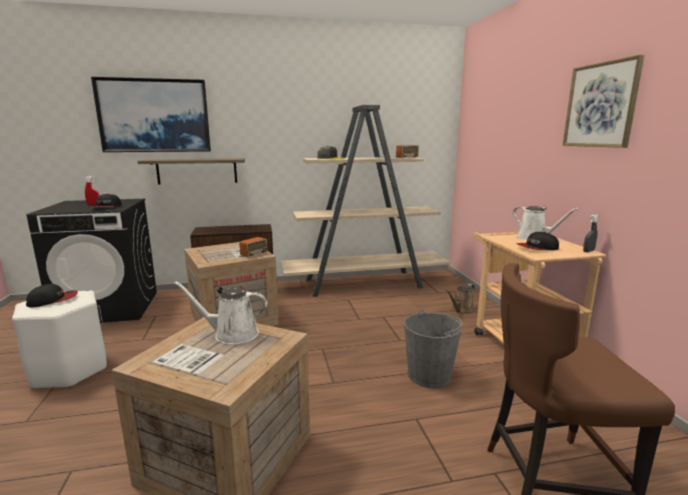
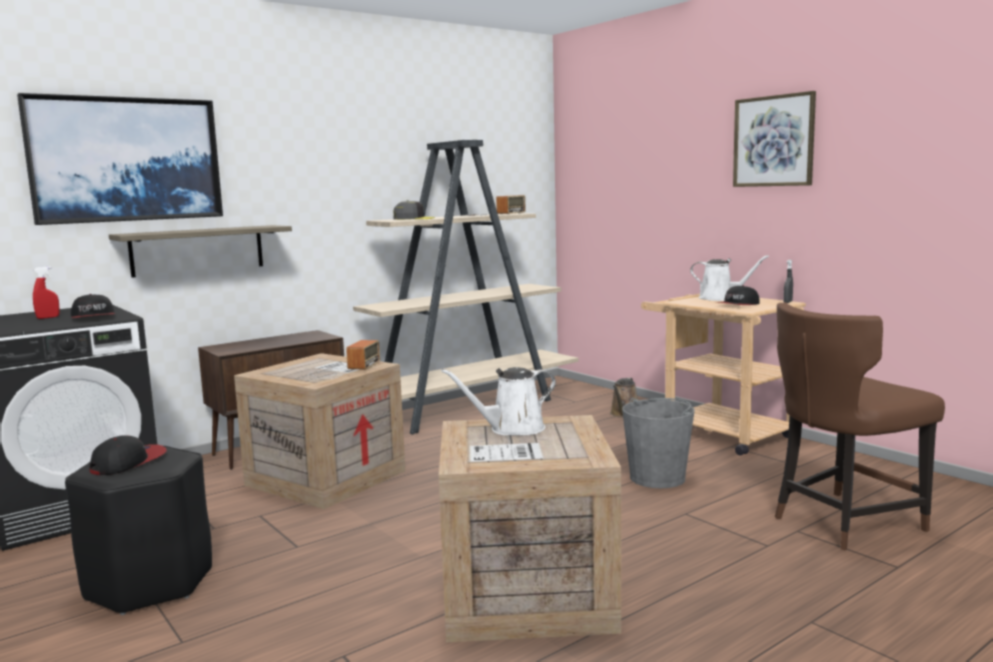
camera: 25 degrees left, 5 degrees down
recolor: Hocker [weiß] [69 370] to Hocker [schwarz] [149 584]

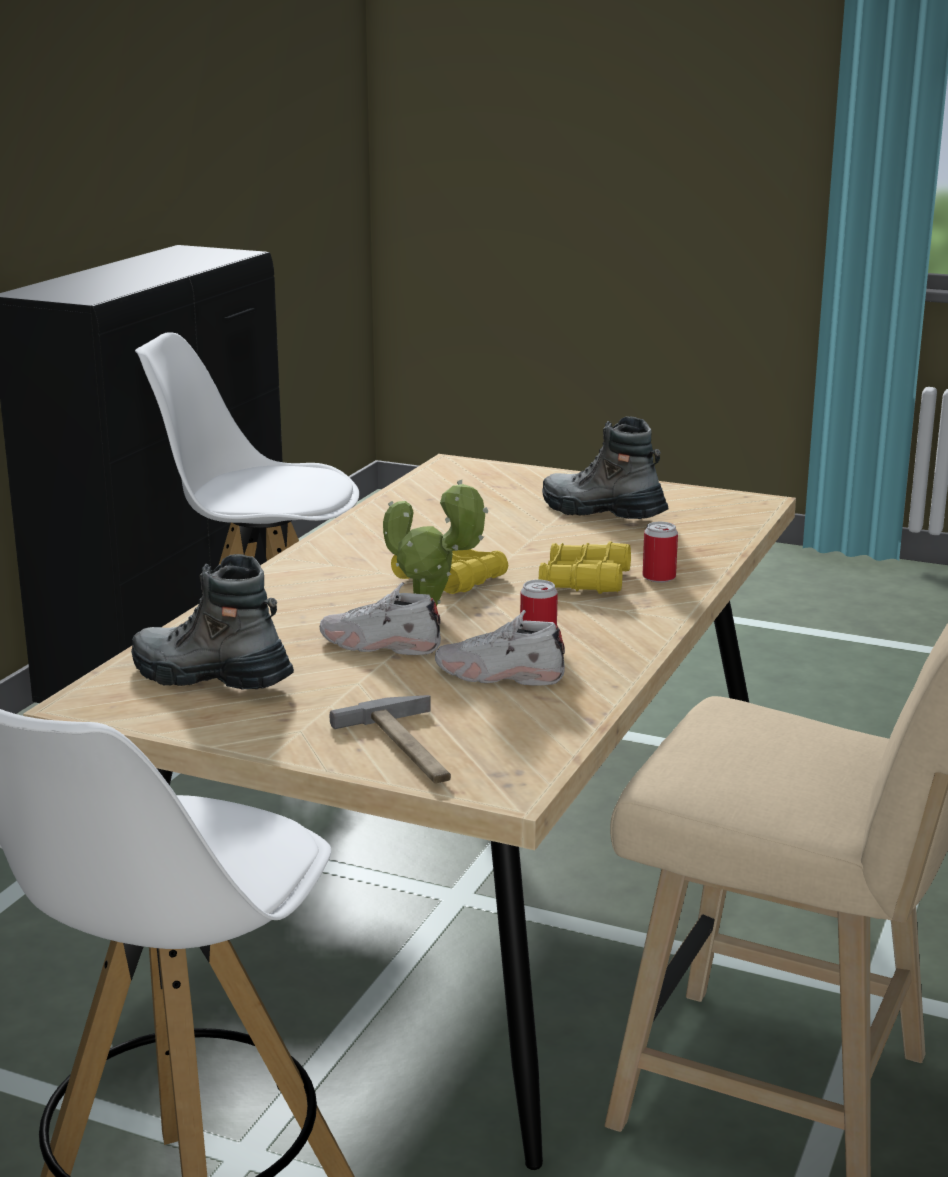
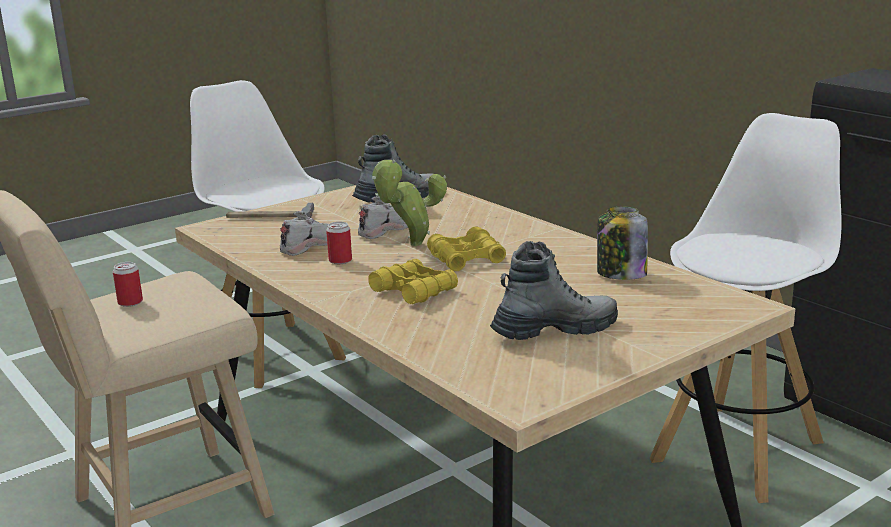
camera: 120 degrees right, 0 degrees up
insert: Vorratsglas [620 274]
move: Dose [659 577] to [130 302]

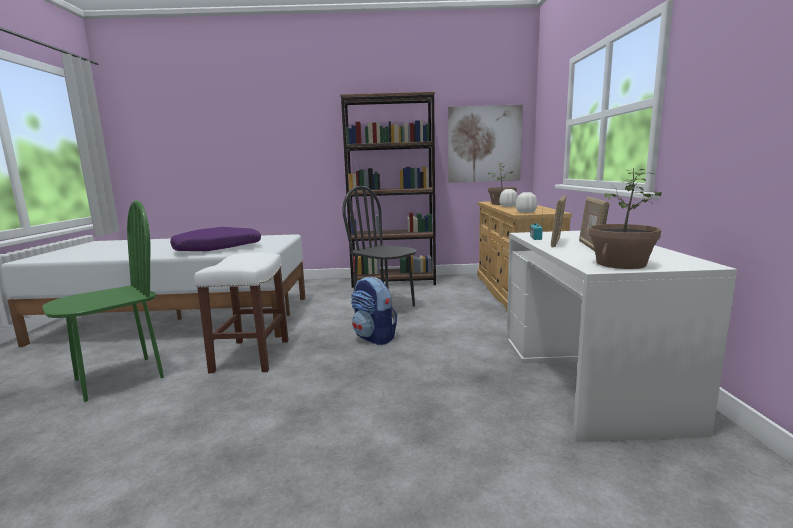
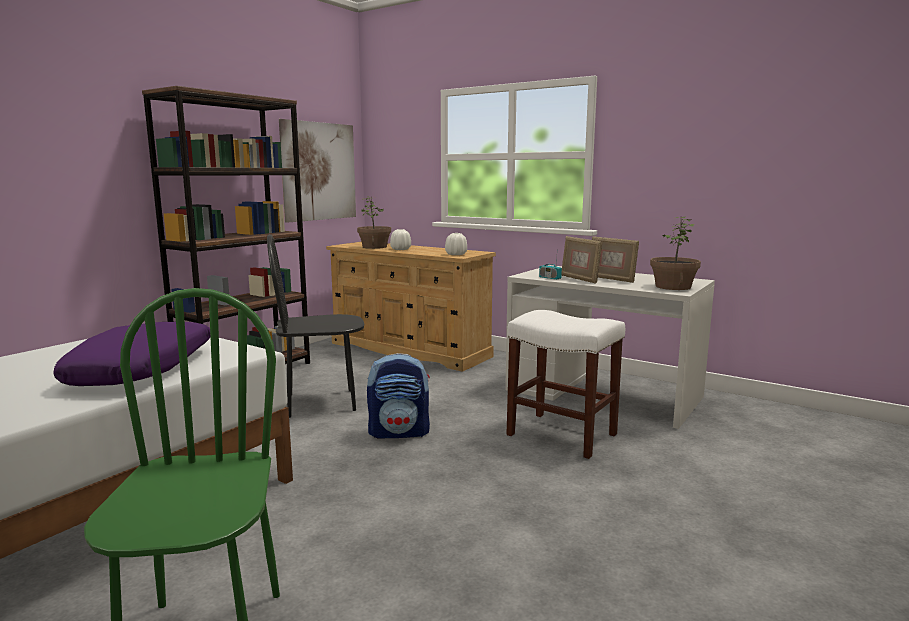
camera: 55 degrees left, 0 degrees up
move: Hocker [weiß] [251 355] to [560 434]

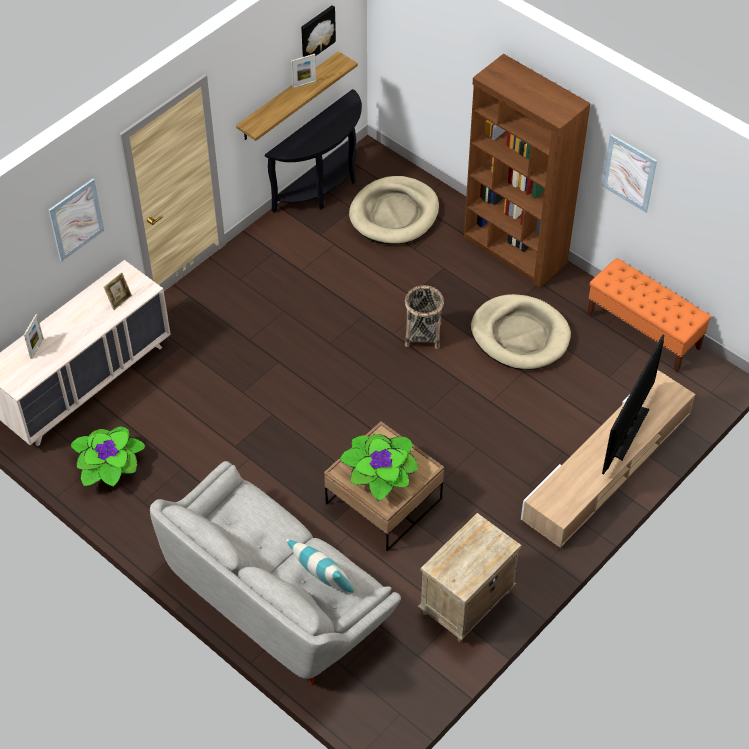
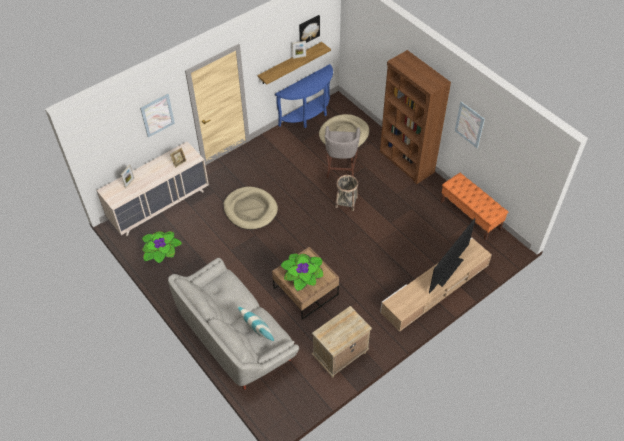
camera: 10 degrees right, 0 degrees up
insert: Hocker [grau] [341 168]
move: Hundebett [beige] [520 335] to [250 210]
recolor: Konsolentisch [schwarz] [324 187] to Konsolentisch [blau] [309 116]

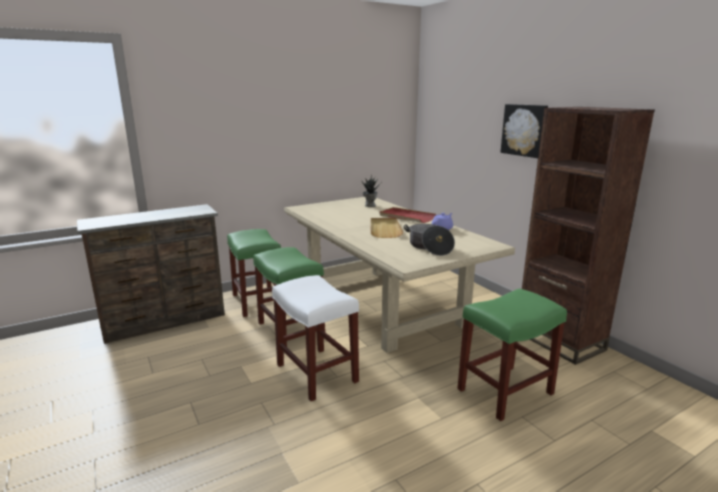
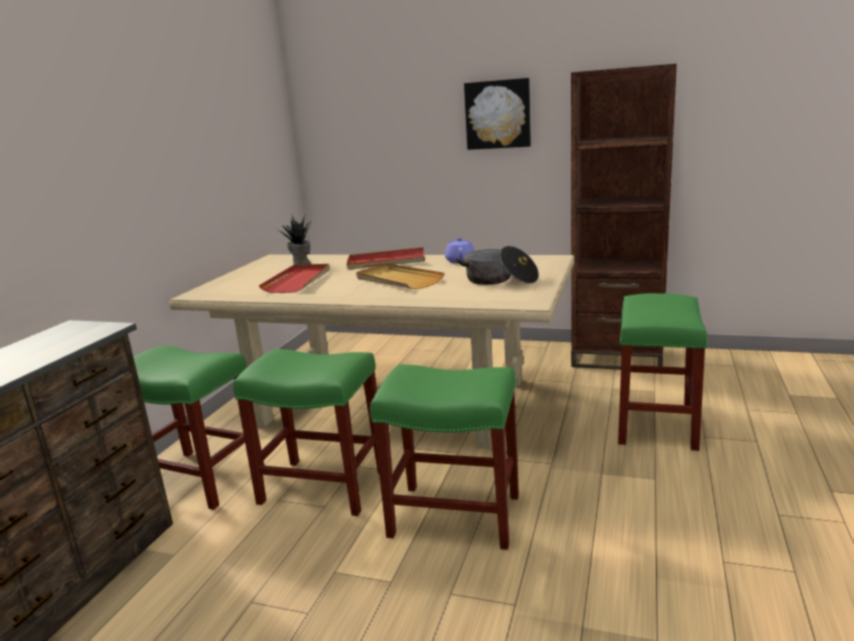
camera: 40 degrees left, 0 degrees up
insert: Tablett [rot] [298 281]
recolor: Hocker [weiß] [316 372] to Hocker [grün] [452 516]

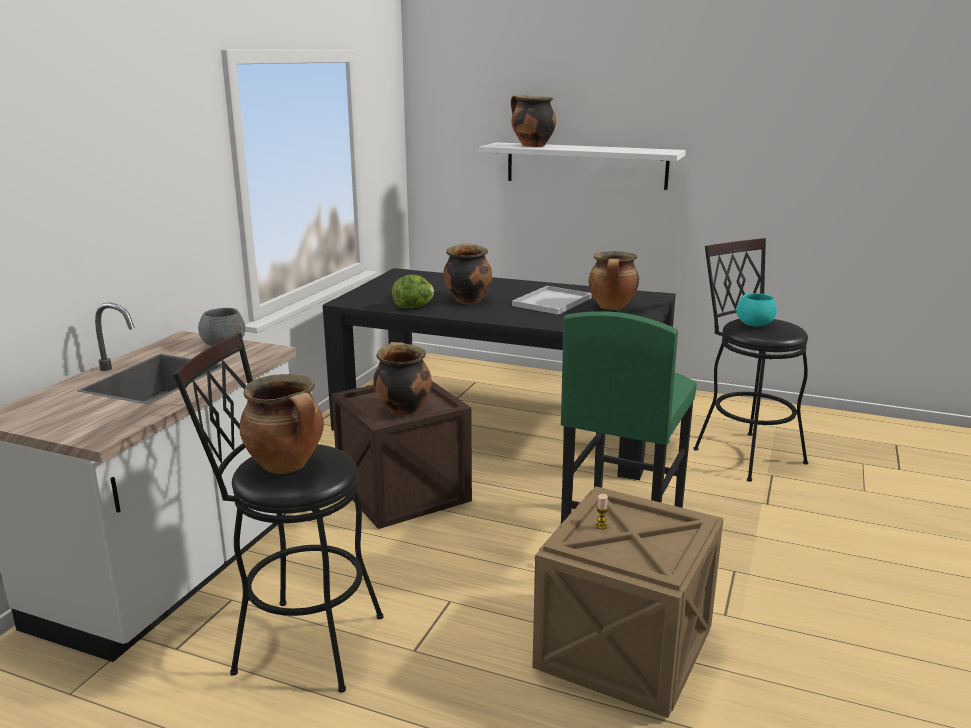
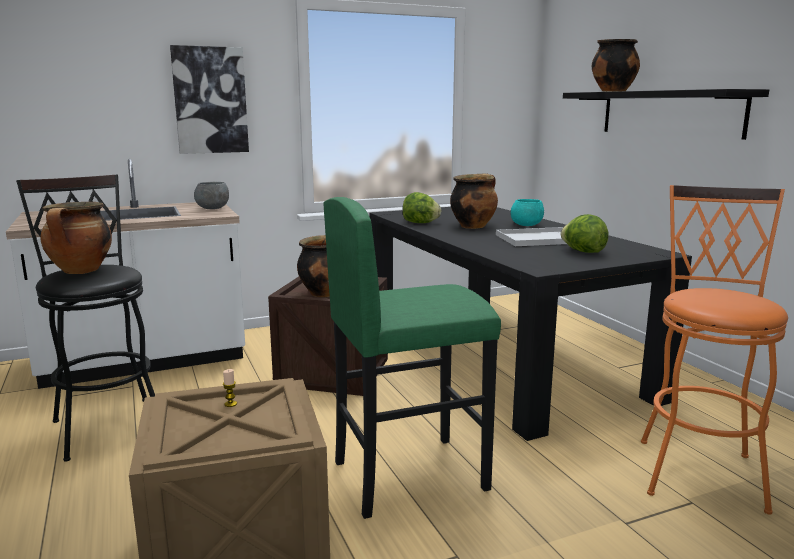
camera: 45 degrees right, 5 degrees down
insert: Bild [210 100]
move: Schüssel [türkis] [755 324] to [526 225]
replace: Kochtopf [612 307] to Salatkopf [583 252]
recolor: Wandregal [weiß] [586 165] to Wandregal [schwarz] [669 113]; Hocker [schwarz] [743 452] to Hocker [orange] [698 467]

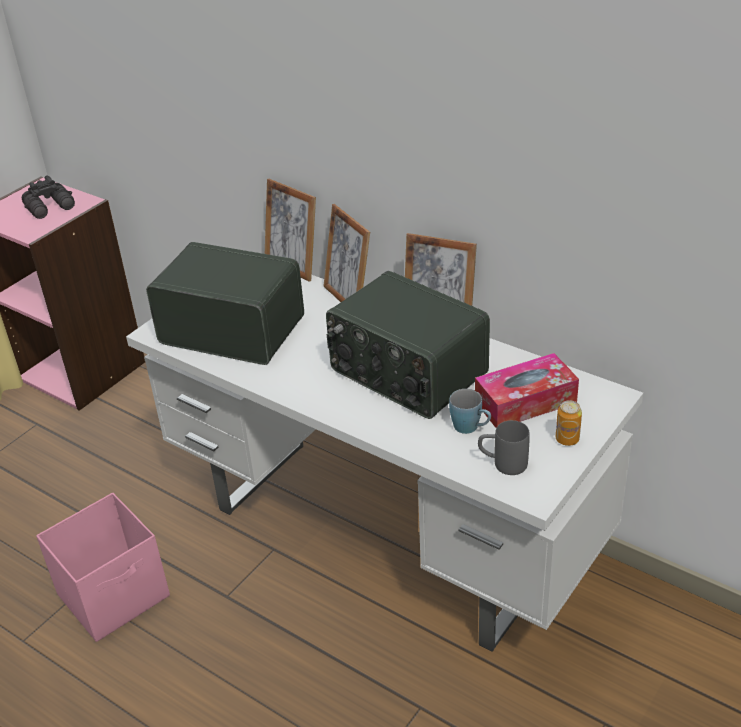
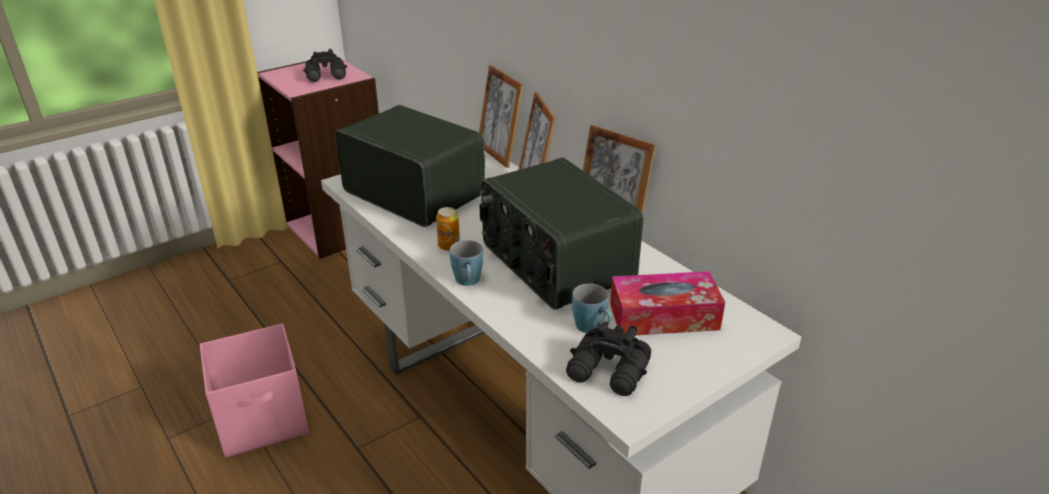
camera: 15 degrees right, 5 degrees down
insert: Henkelbecher [blau] [468 282]
move: Dose [567 439] to [449 246]
replace: Henkelbecher [grau] [502 463] to Fernglas [schwarz] [609 372]

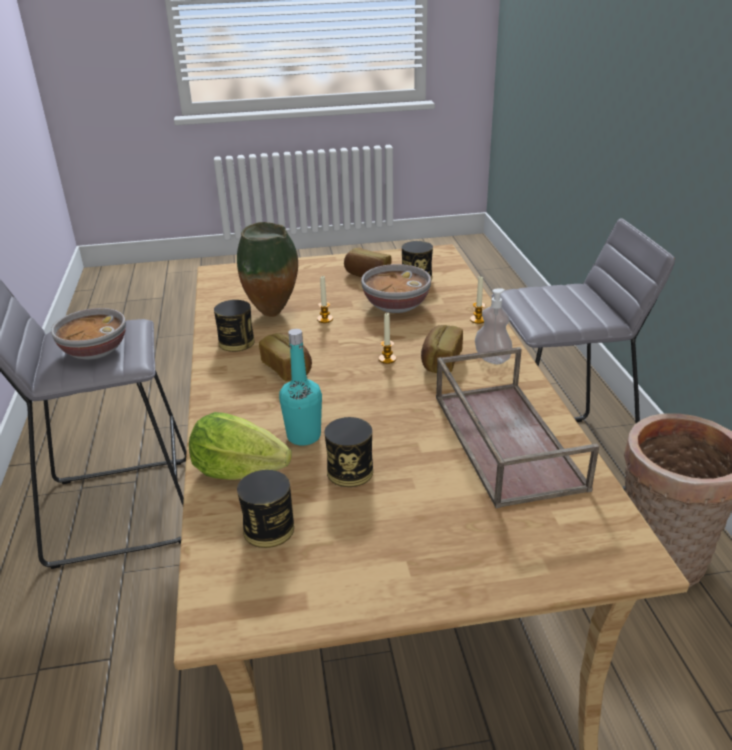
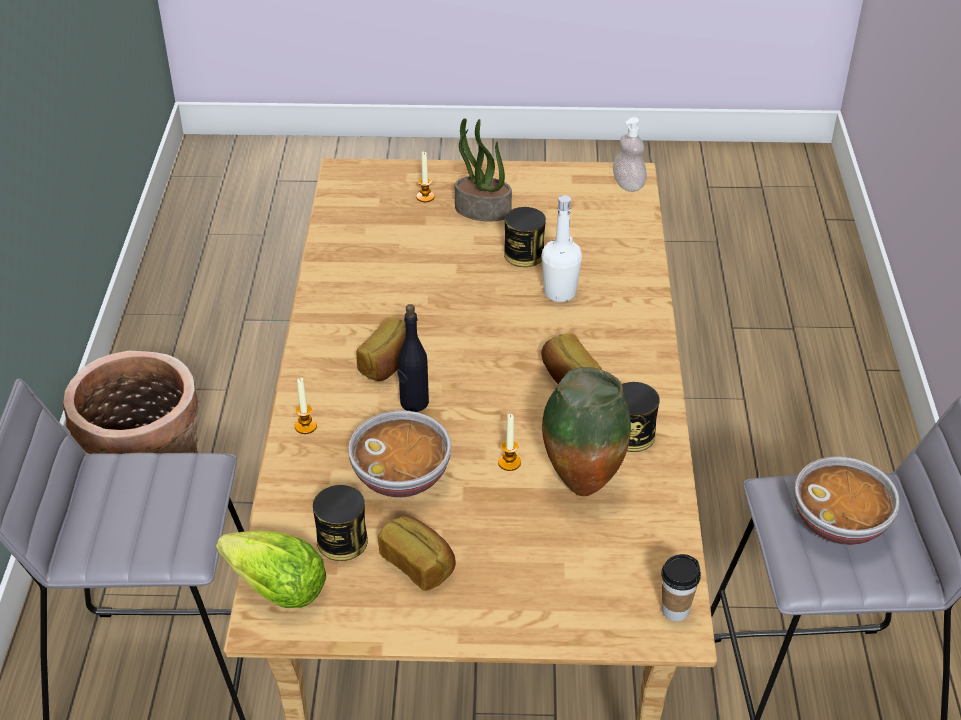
camera: 170 degrees left, 10 degrees up
delete: Dose [269 529]; Tablett [braun] [504 440]
insert: Flasche [schwarz] [414 402]; Topfpflanze [482 211]; Tasse [675 610]
move: Salatkopf [238 471] to [277 589]; Kerze [387 359] to [425 197]; Seifenspender [492 358] to [628 184]
recolor: Flasche [türkis] [304 436] to Flasche [weiß] [559 292]

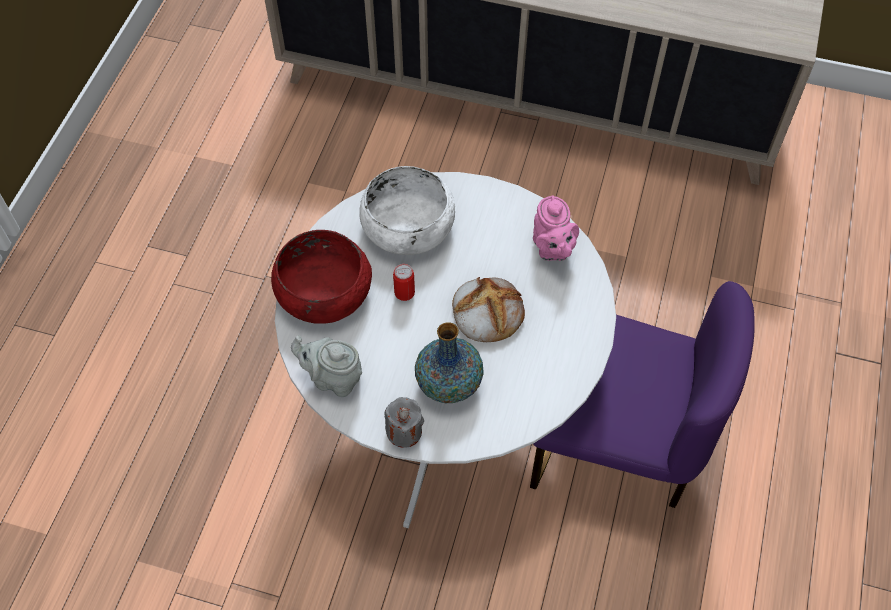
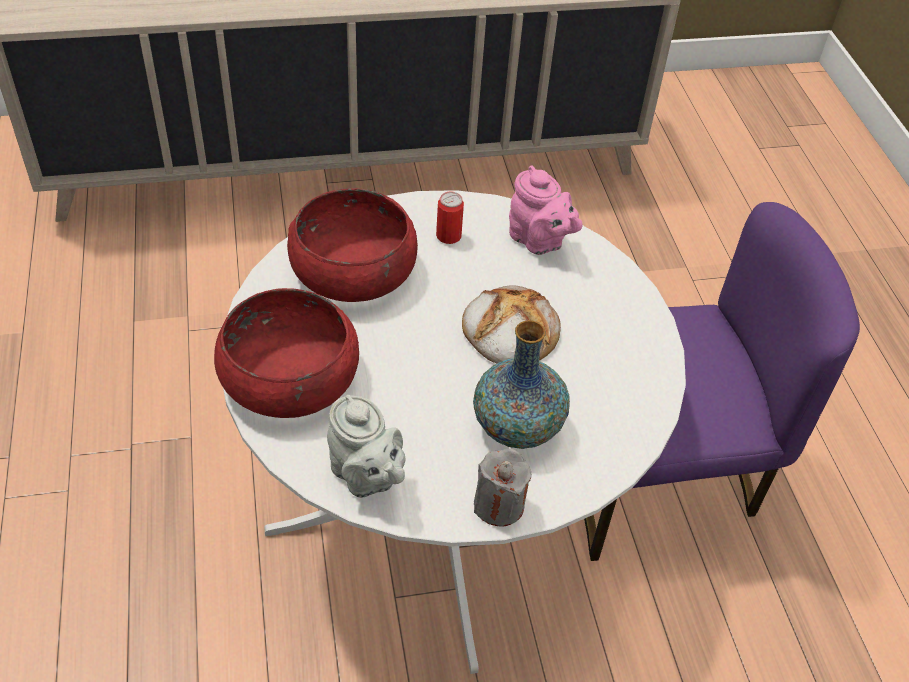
camera: 30 degrees left, 10 degrees down
move: Dose [404 292] to [448 236]
recolor: Schüssel [weiß] [407 225] to Schüssel [rot] [353 270]
rotate: Teekanne [grau] [333 379] = [366 477] 120 degrees counterclockwise

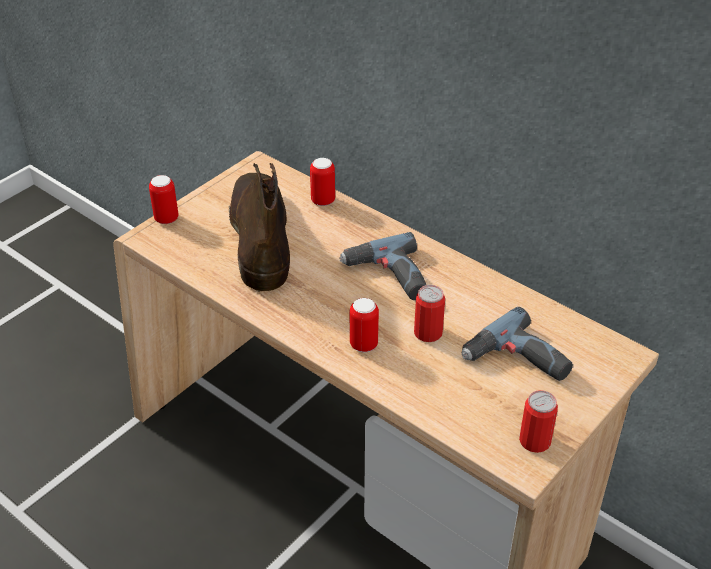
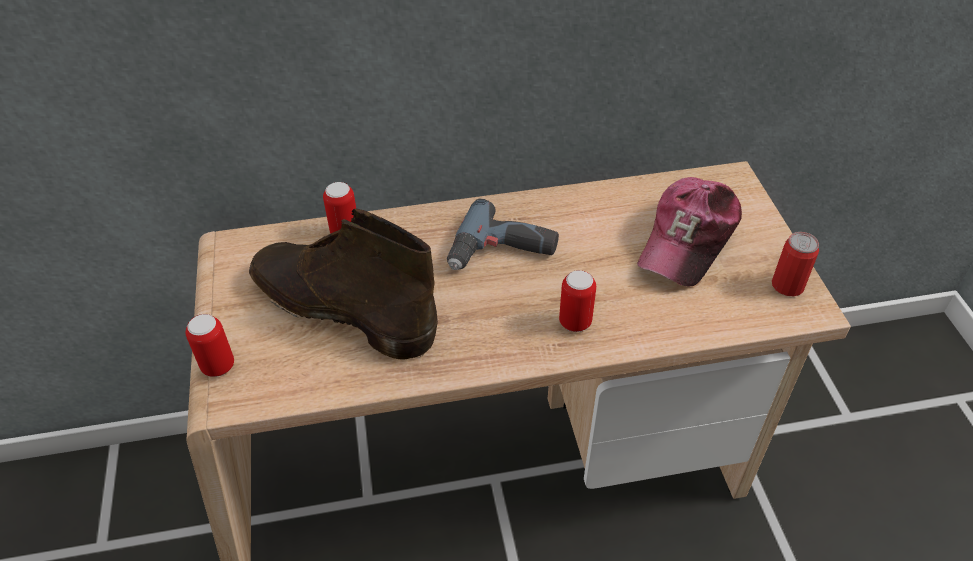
camera: 50 degrees left, 5 degrees up
delete: Dose [428 333]
replace: Bohrmaschine [517 362] to Kappe [688 240]

